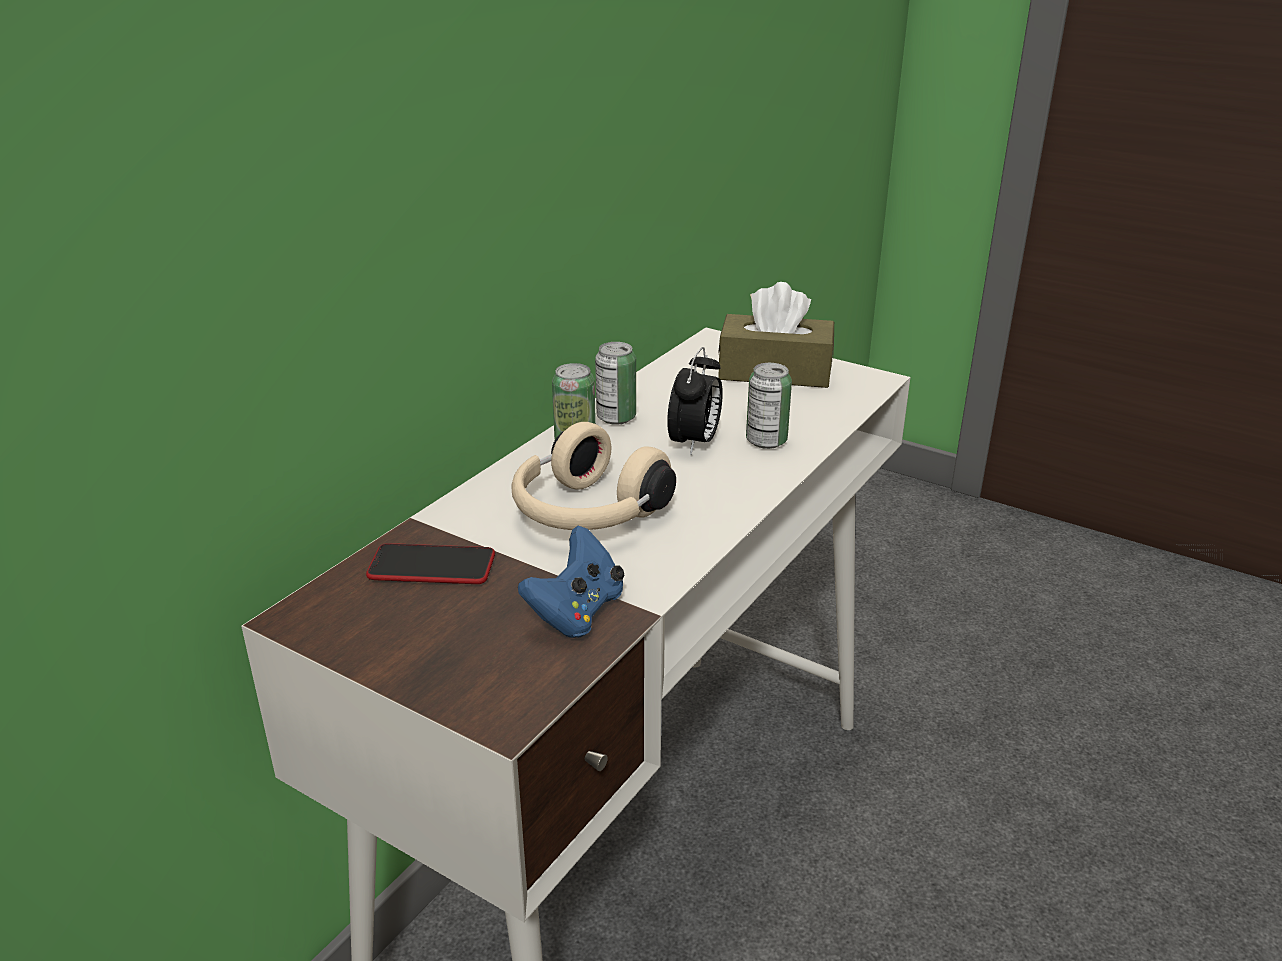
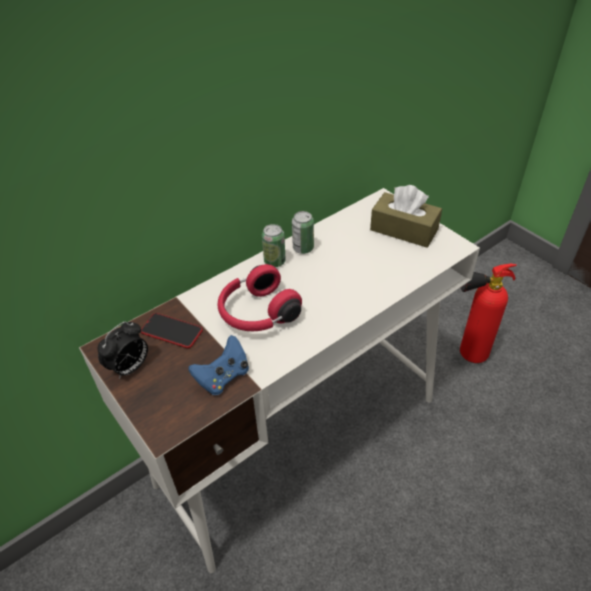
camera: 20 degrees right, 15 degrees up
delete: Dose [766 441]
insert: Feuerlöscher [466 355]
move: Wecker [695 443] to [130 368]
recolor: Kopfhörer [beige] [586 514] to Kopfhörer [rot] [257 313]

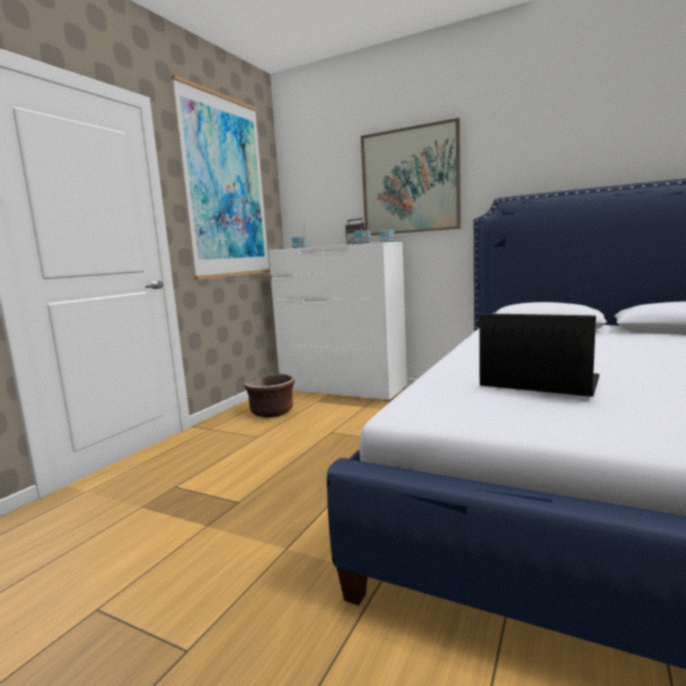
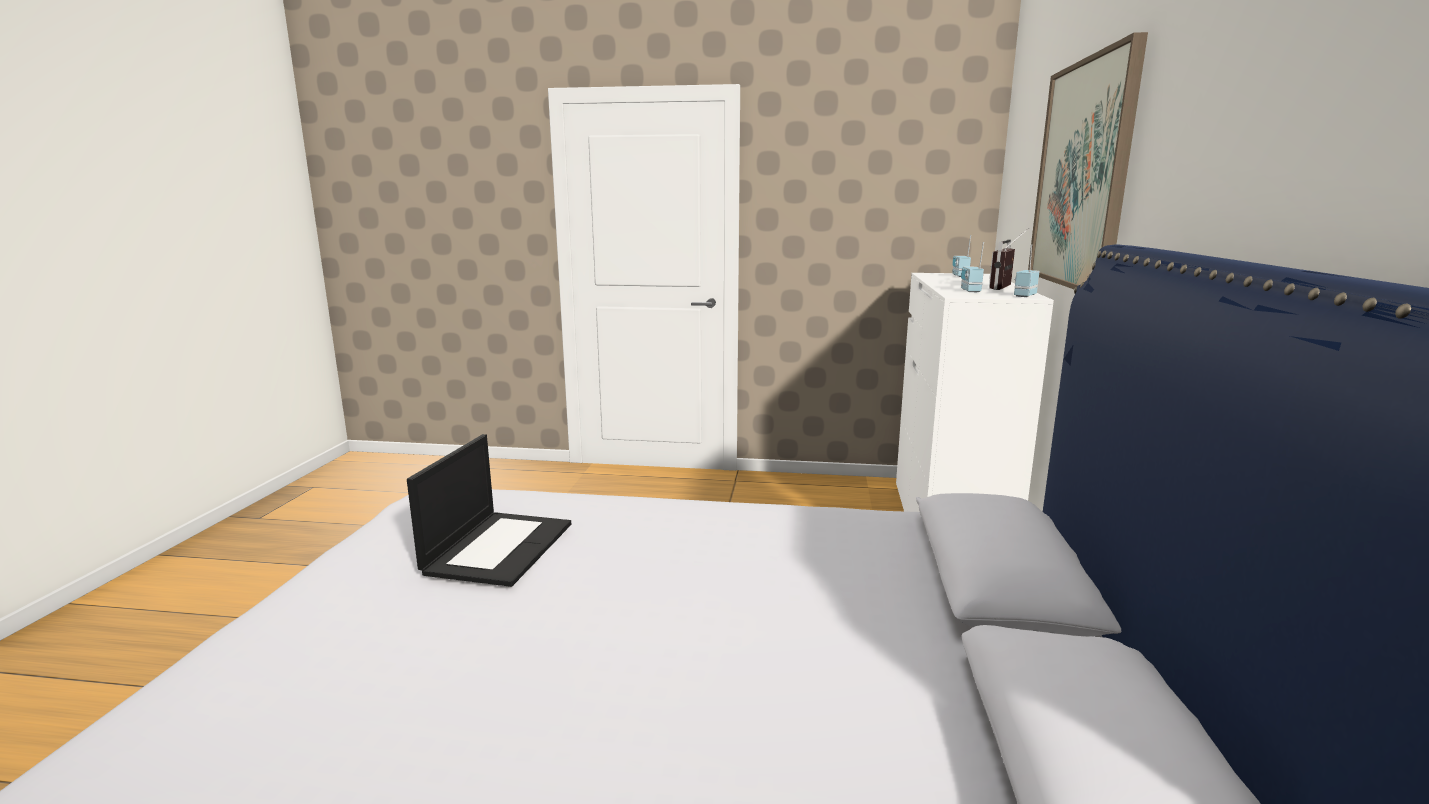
camera: 70 degrees right, 5 degrees up
delete: Bild [226 187]; Pflanzkübel [braun] [272 412]

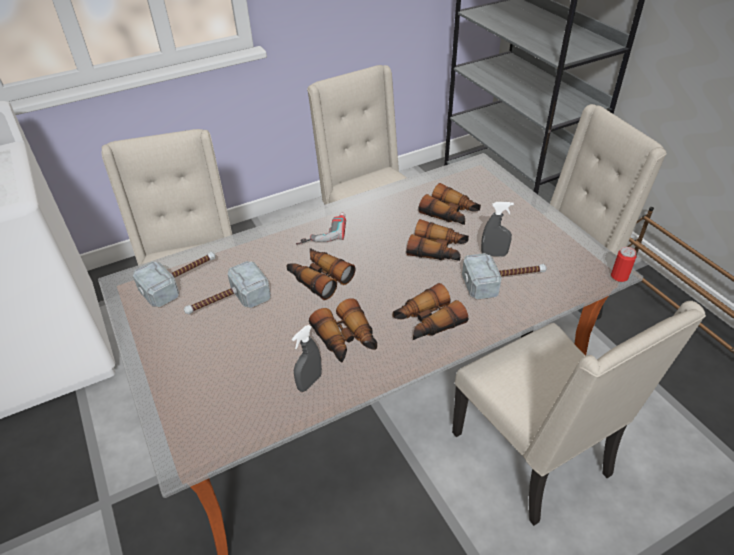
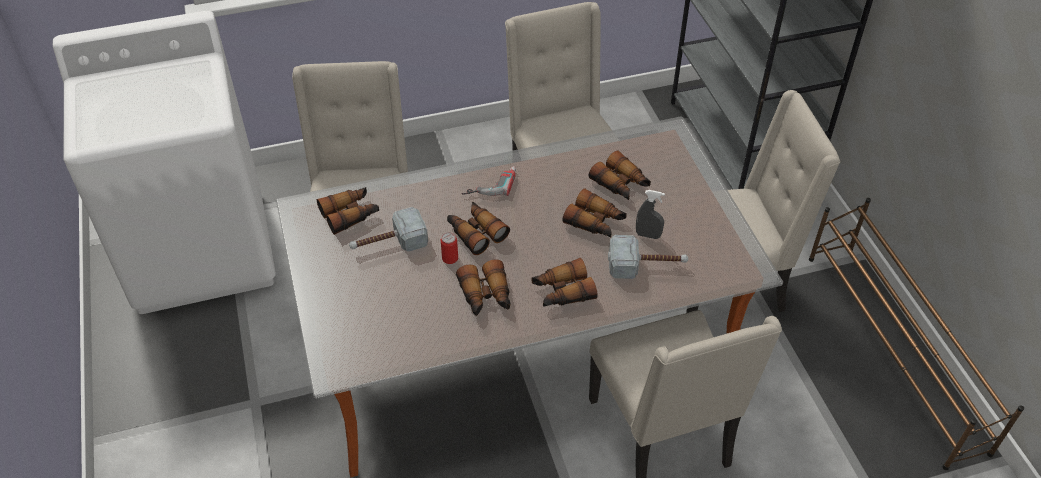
camera: 10 degrees right, 5 degrees up
delete: Sprühflasche [grau] [309 382]
move: Dose [619 276] to [450 258]
replace: Hammer [181 281] to Fernglas [350 214]

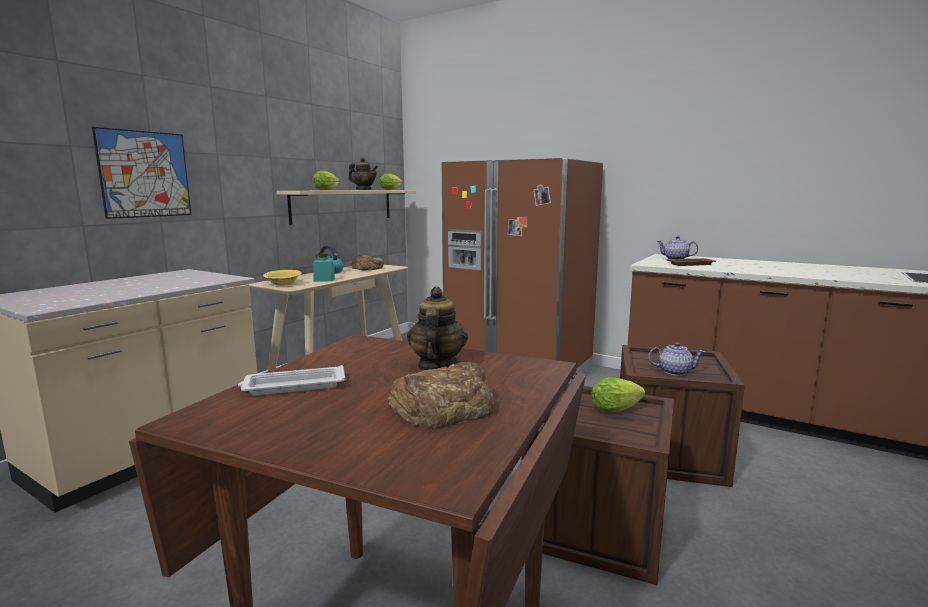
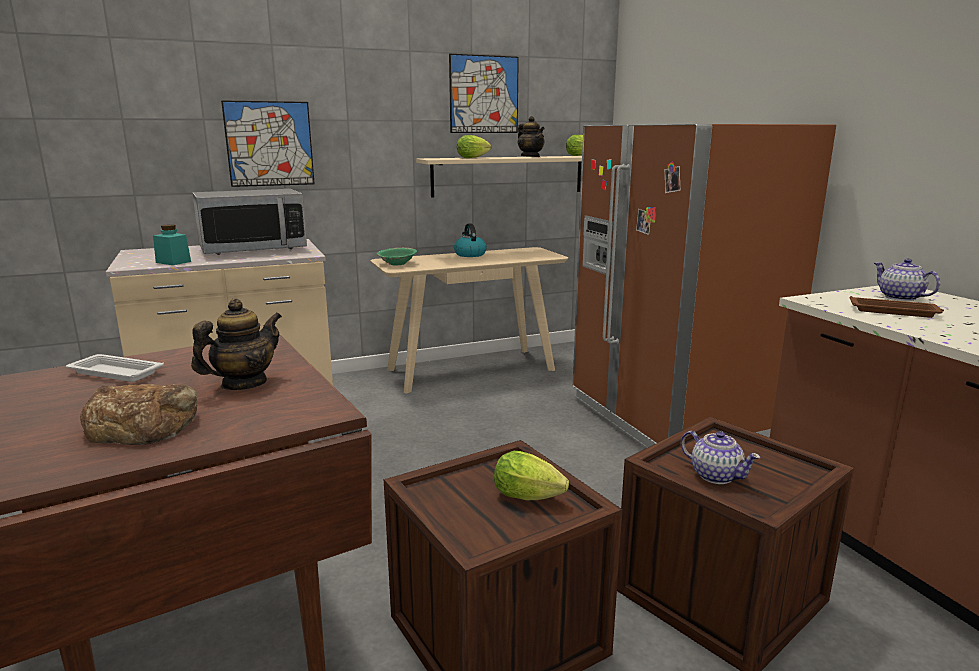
camera: 35 degrees right, 5 degrees up
delete: Brot [367 268]
insert: Mikrowelle [253 249]; Bild [484 94]
move: Vorratsglas [türkis] [324 280] to [173 262]
recolor: Schüssel [gelb] [283 284] to Schüssel [grün] [397 264]

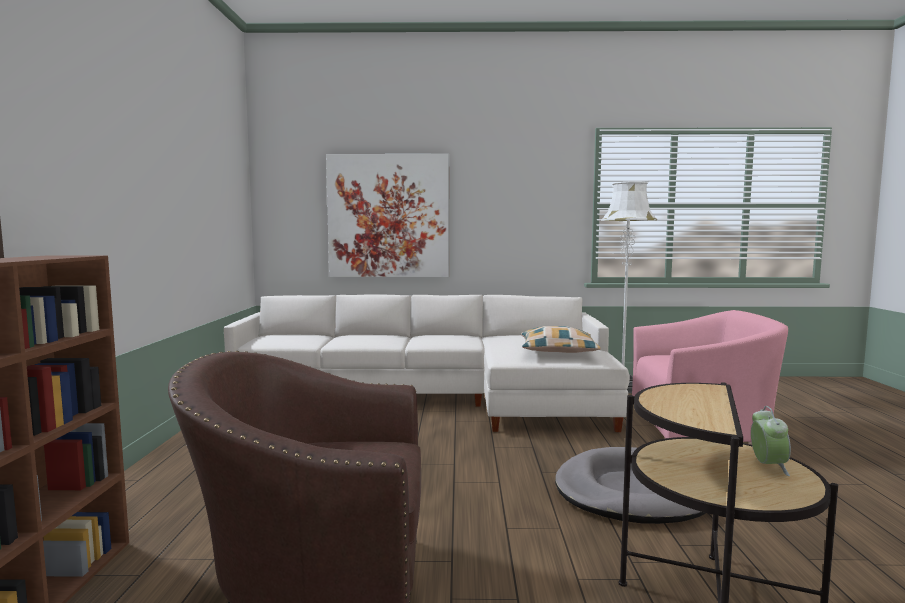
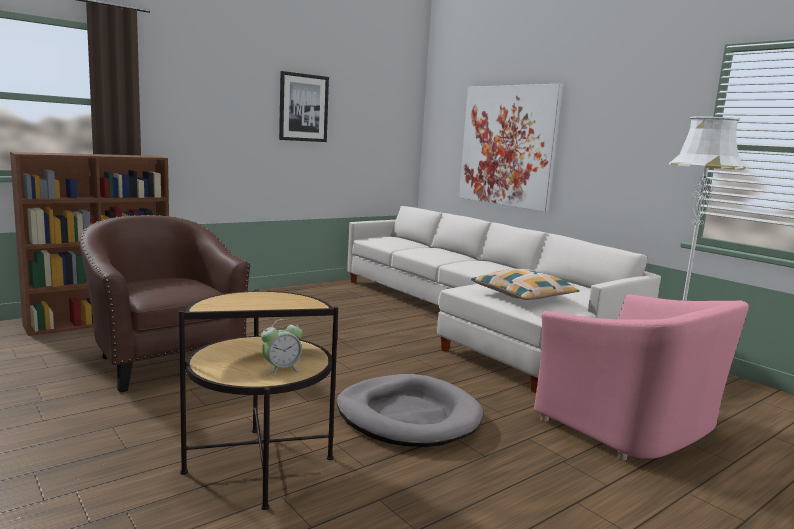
camera: 50 degrees right, 5 degrees up
insert: Bild [303 107]

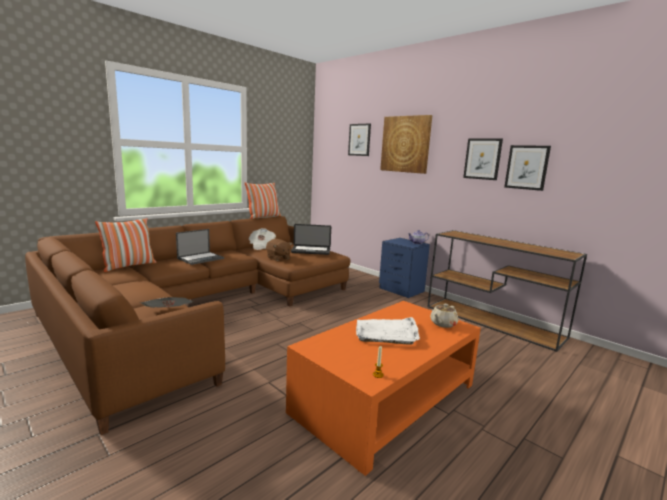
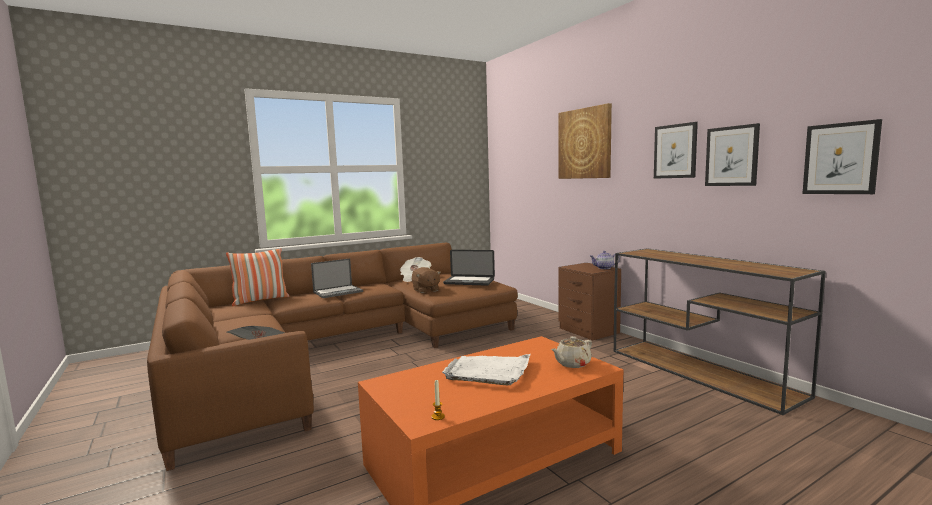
camera: 15 degrees right, 5 degrees down
delete: Kissen [263 217]
move: Bild [359 140] to [840 158]
recolor: Nachttisch [blau] [401 290] to Nachttisch [braun] [589 331]

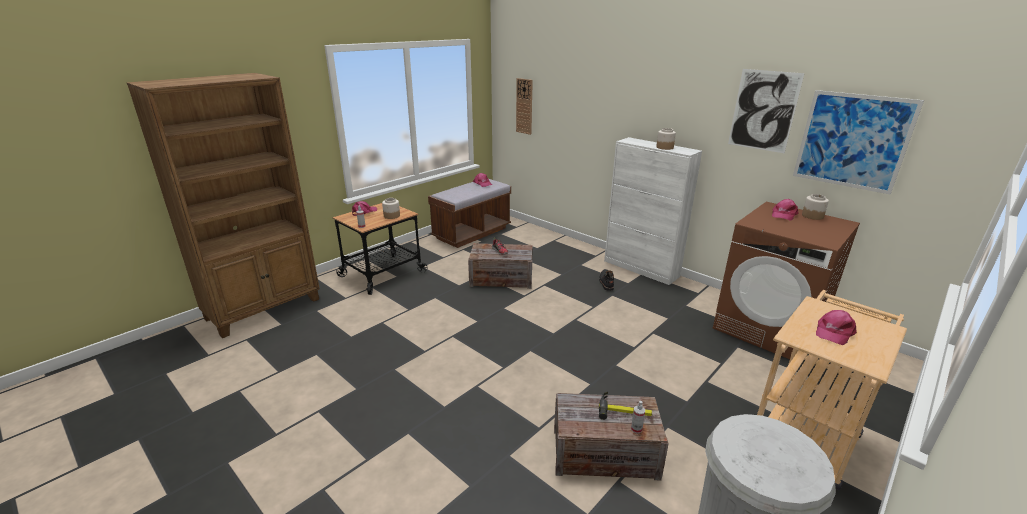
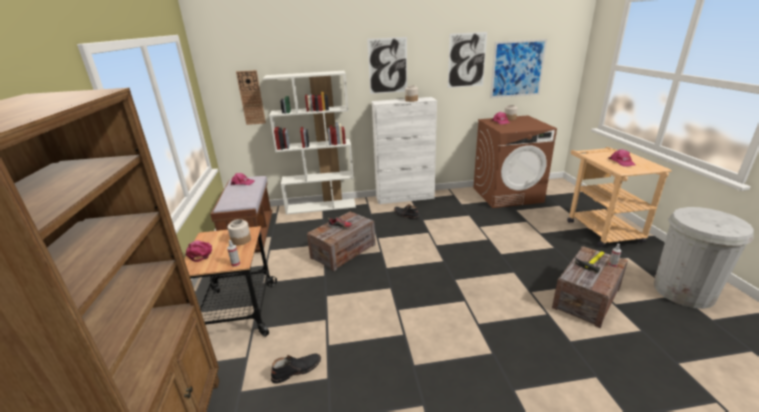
camera: 50 degrees left, 0 degrees up
insert: Bücherregal [weiß] [321 206]; Stiefel [schwarz] [296 370]; Bild [388 66]

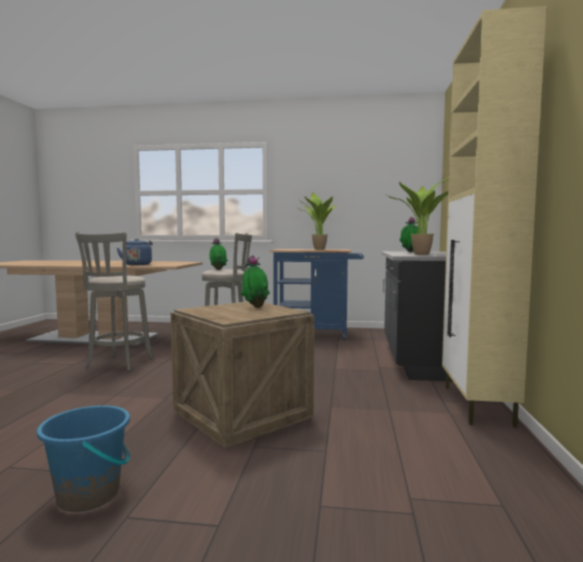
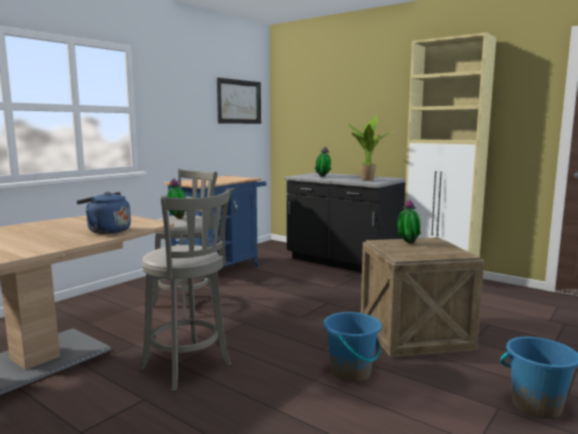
camera: 60 degrees left, 5 degrees up
delete: Topfpflanze [317 249]
insert: Bild [239 102]; Eimer [blau] [351 372]

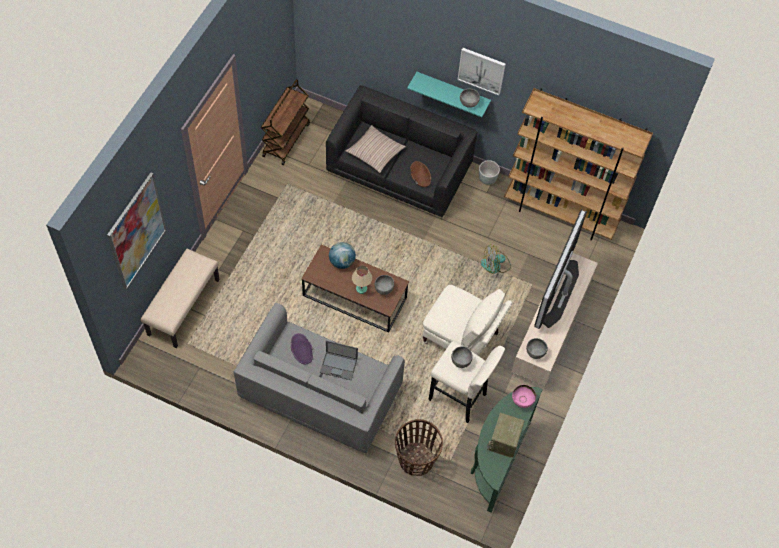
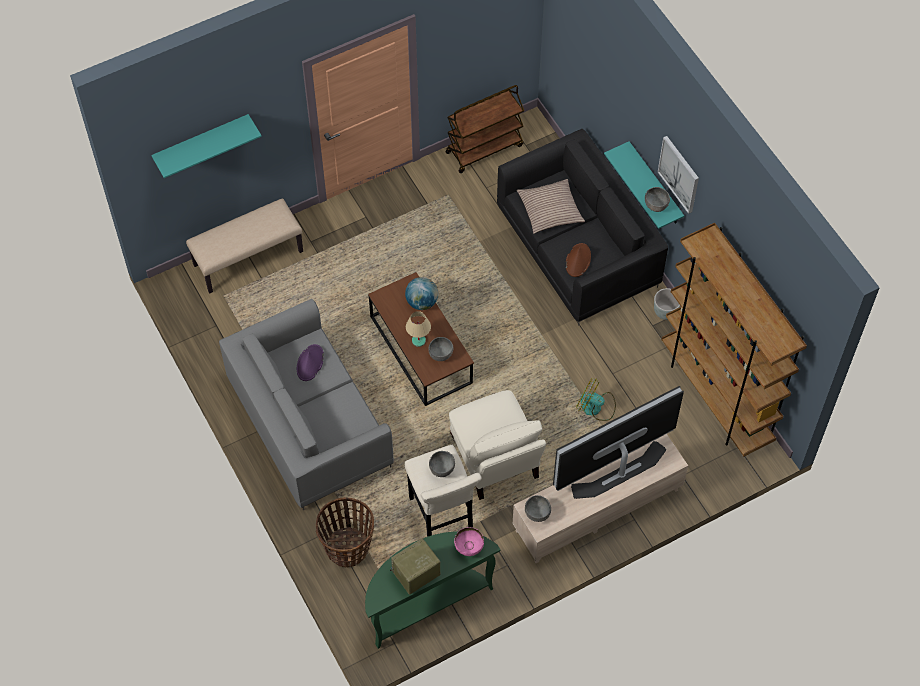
camera: 40 degrees right, 0 degrees up
delete: Laptop [339 366]
replace: Bild [136 231] to Wandregal [türkis] [201 142]

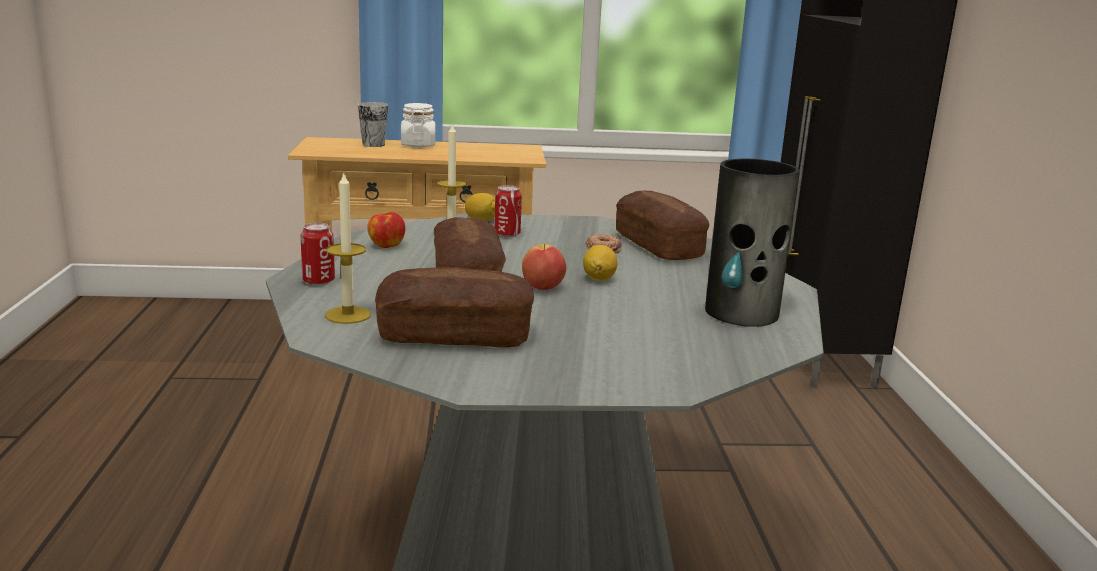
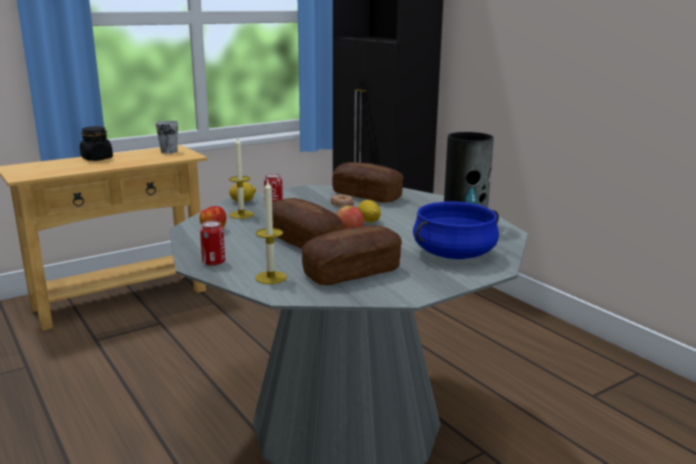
camera: 30 degrees left, 0 degrees up
insert: Kochtopf [blau] [454 254]
move: Tasse [373 144] to [169 151]
recolor: Vorratsglas [weiß] [418 145] to Vorratsglas [schwarz] [97 158]

